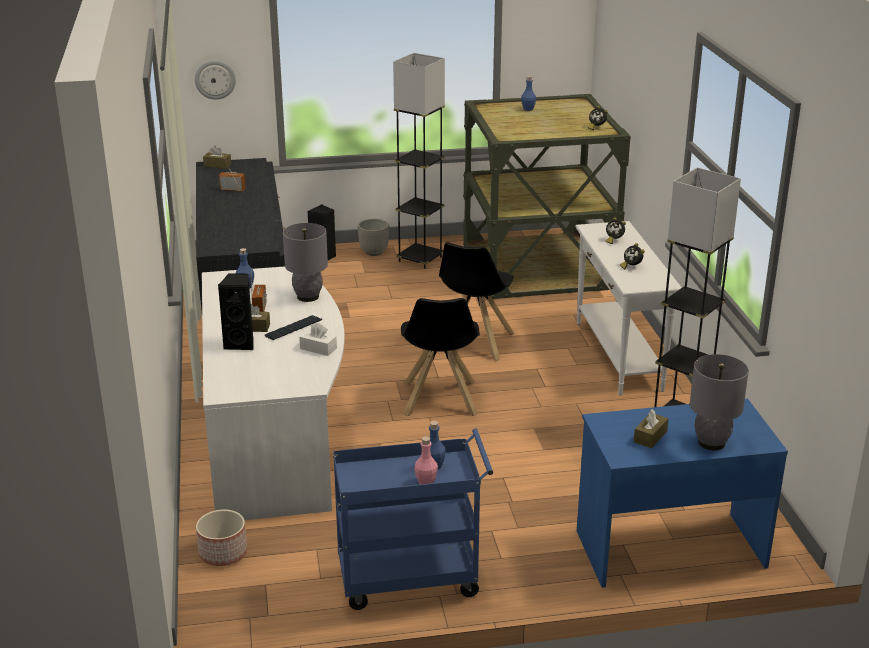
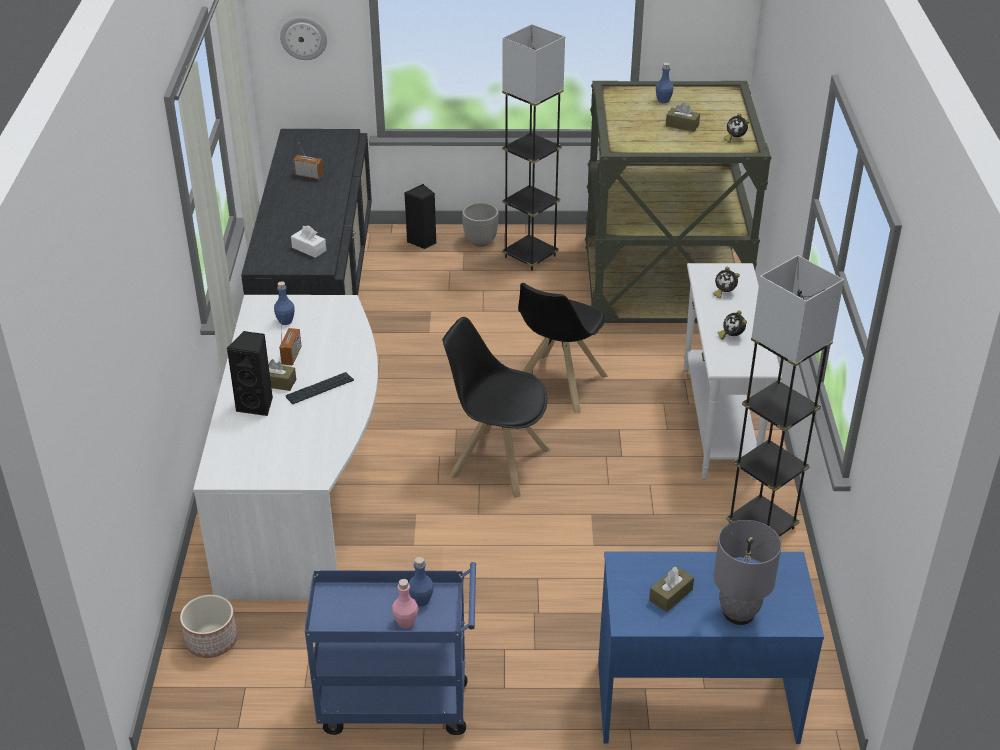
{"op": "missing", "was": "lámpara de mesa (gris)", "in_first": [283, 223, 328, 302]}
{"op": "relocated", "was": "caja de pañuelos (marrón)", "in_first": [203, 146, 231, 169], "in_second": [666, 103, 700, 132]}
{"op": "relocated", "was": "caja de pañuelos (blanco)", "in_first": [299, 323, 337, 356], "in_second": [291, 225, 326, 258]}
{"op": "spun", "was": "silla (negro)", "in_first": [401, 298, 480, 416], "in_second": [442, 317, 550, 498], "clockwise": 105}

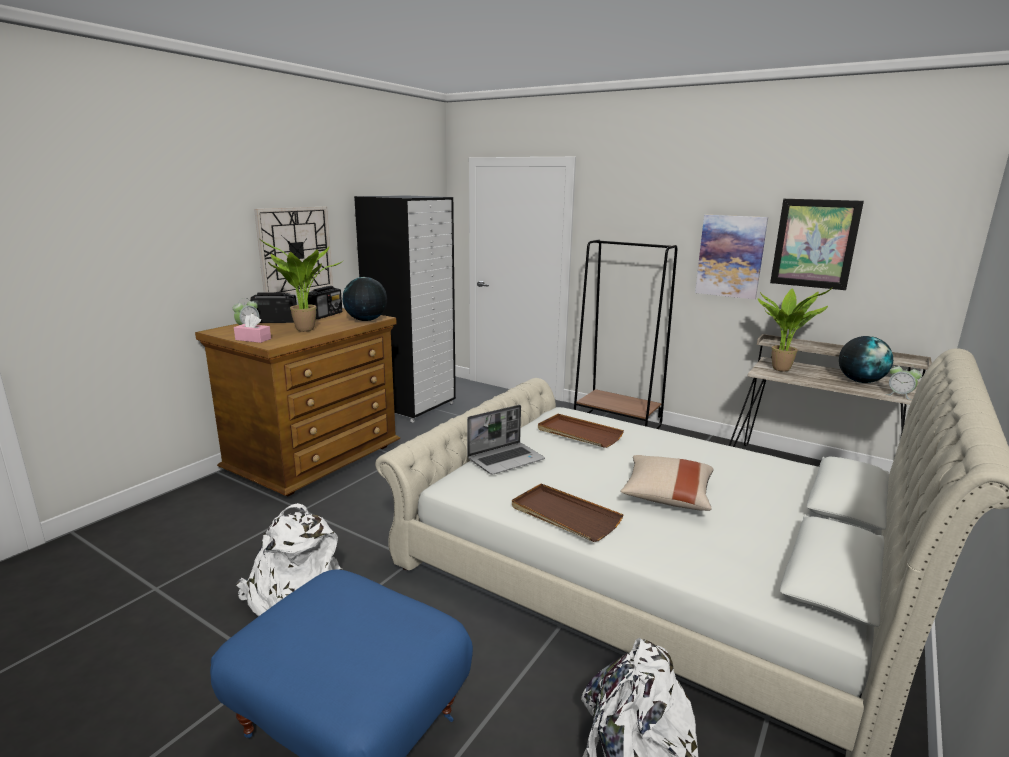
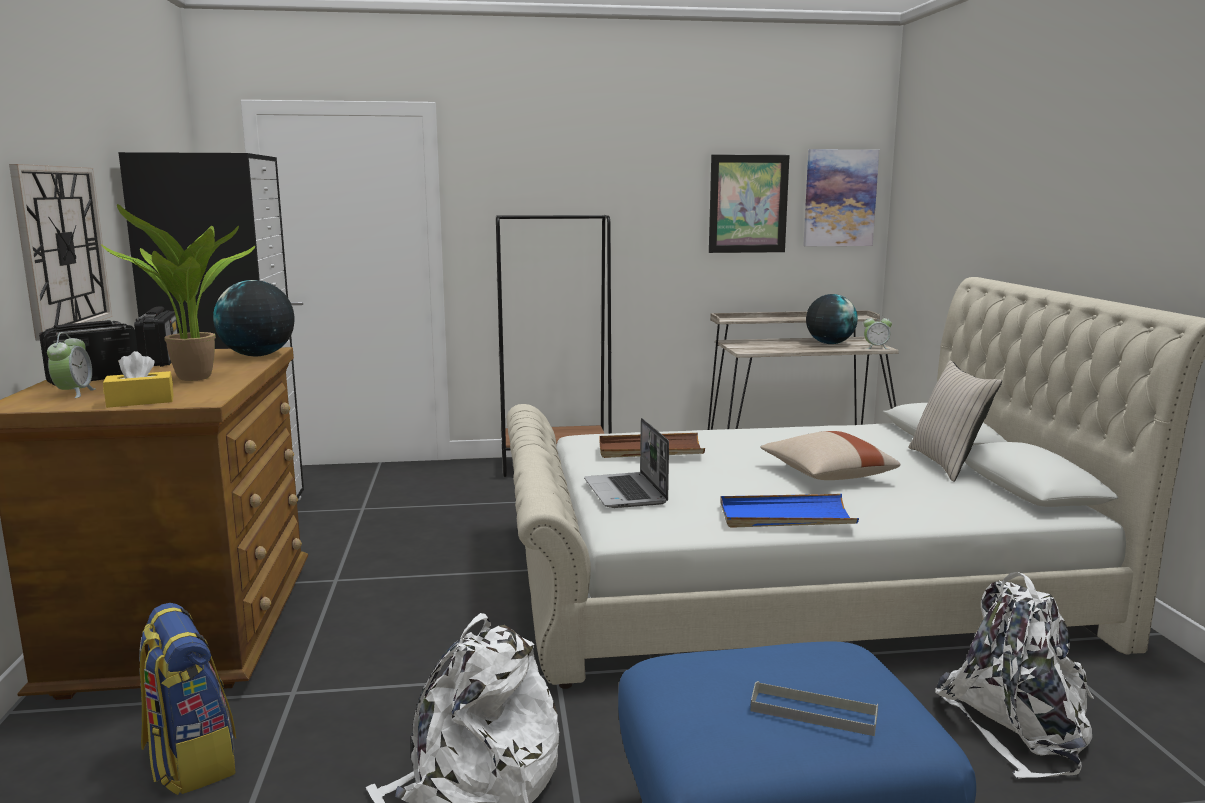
{"op": "missing", "was": "planta en maceta", "in_first": [758, 286, 834, 372]}
{"op": "appeared", "now": "mochila", "in_second": [139, 603, 236, 795]}
{"op": "appeared", "now": "bandeja (gris)", "in_second": [751, 681, 878, 736]}
{"op": "appeared", "now": "cojín (beis)", "in_second": [909, 360, 1002, 482]}
{"op": "relocated", "was": "cuadro", "in_first": [695, 215, 768, 300], "in_second": [803, 149, 879, 246]}
{"op": "colour", "was": "caja de pañuelos (rosa)", "now": "caja de pañuelos (amarillo)", "in_first": [234, 314, 271, 343], "in_second": [103, 351, 174, 408]}
{"op": "colour", "was": "bandeja (marrón)", "now": "bandeja (azul)", "in_first": [512, 484, 624, 542], "in_second": [720, 494, 859, 528]}
{"op": "spun", "was": "portátil", "in_first": [467, 405, 545, 475], "in_second": [584, 418, 669, 508], "clockwise": 150}

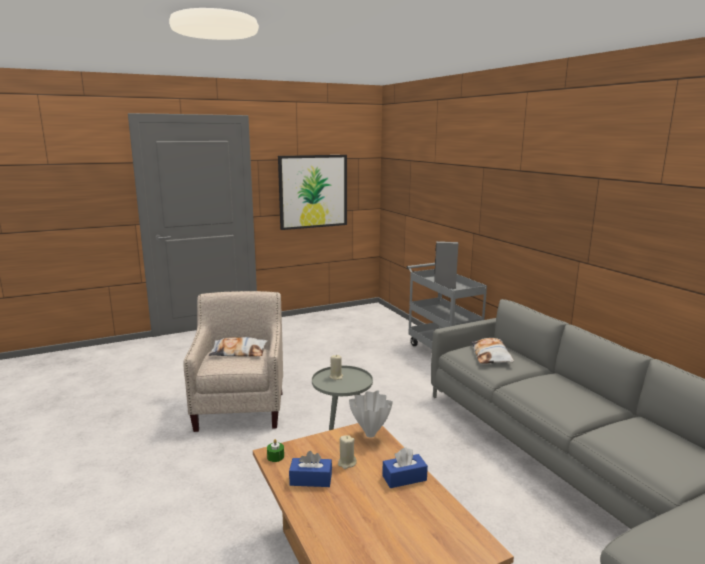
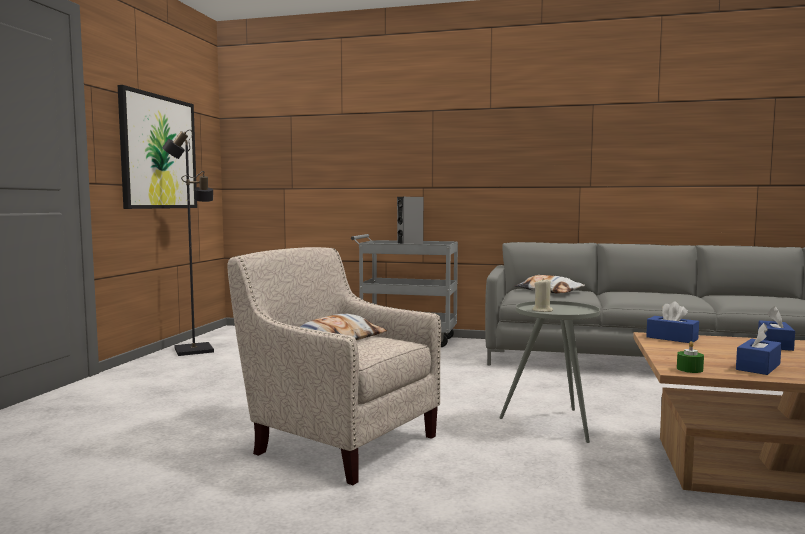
{"op": "missing", "was": "vela (beis)", "in_first": [338, 435, 357, 469]}
{"op": "appeared", "now": "lámpara de pie (negro)", "in_second": [162, 130, 214, 356]}
{"op": "exchanged", "was": "florero (blanco)", "now": "caja de pañuelos (azul)", "in_first": [349, 390, 393, 438], "in_second": [646, 301, 699, 343]}

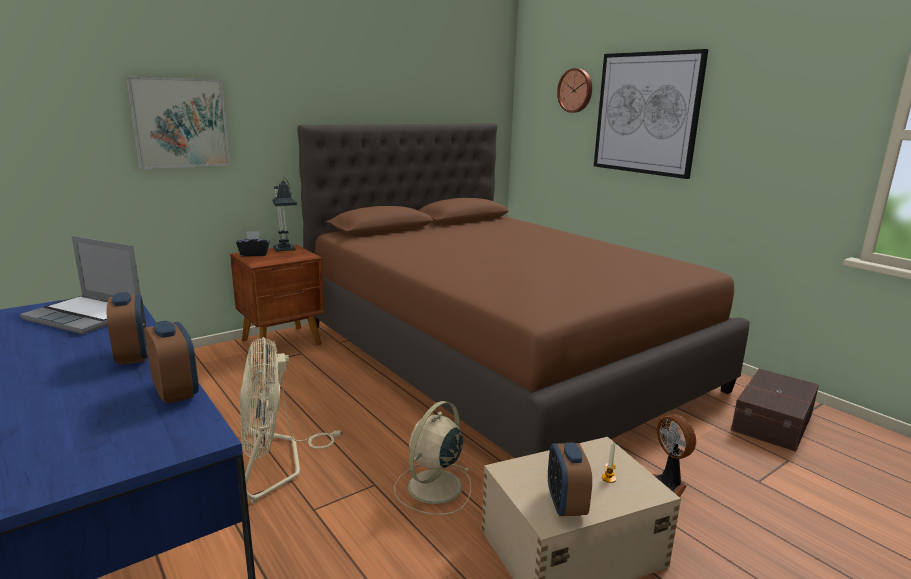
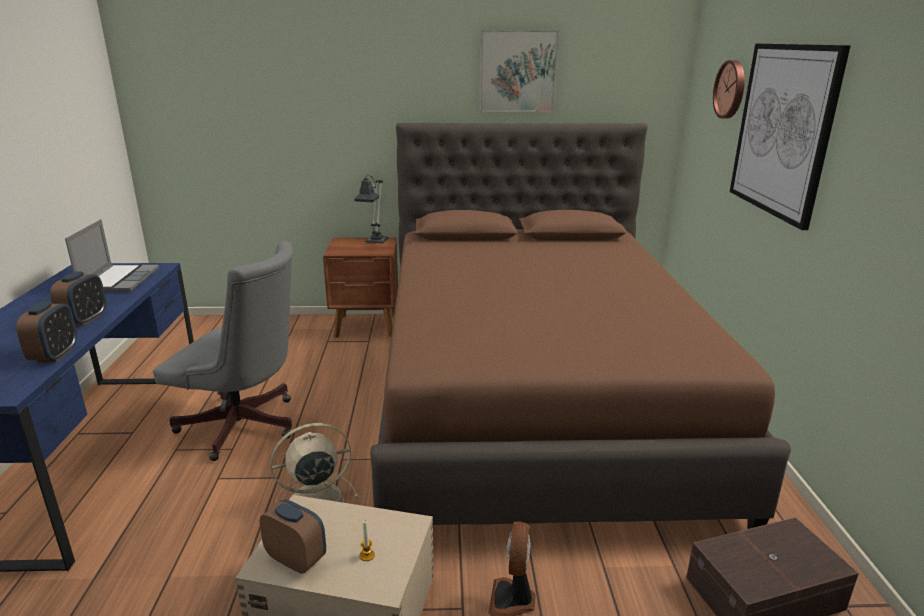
{"op": "missing", "was": "caja de pañuelos (negro)", "in_first": [236, 231, 270, 256]}
{"op": "relocated", "was": "cuadro", "in_first": [126, 77, 230, 169], "in_second": [479, 30, 559, 112]}
{"op": "exchanged", "was": "ventilador (beis)", "now": "silla de oficina (gris)", "in_first": [240, 337, 343, 504], "in_second": [153, 241, 293, 461]}
{"op": "spun", "was": "portátil", "in_first": [20, 236, 141, 334], "in_second": [65, 219, 159, 292], "clockwise": -150}
{"op": "spun", "was": "despertador", "in_first": [548, 442, 592, 516], "in_second": [260, 499, 326, 574], "clockwise": 90}

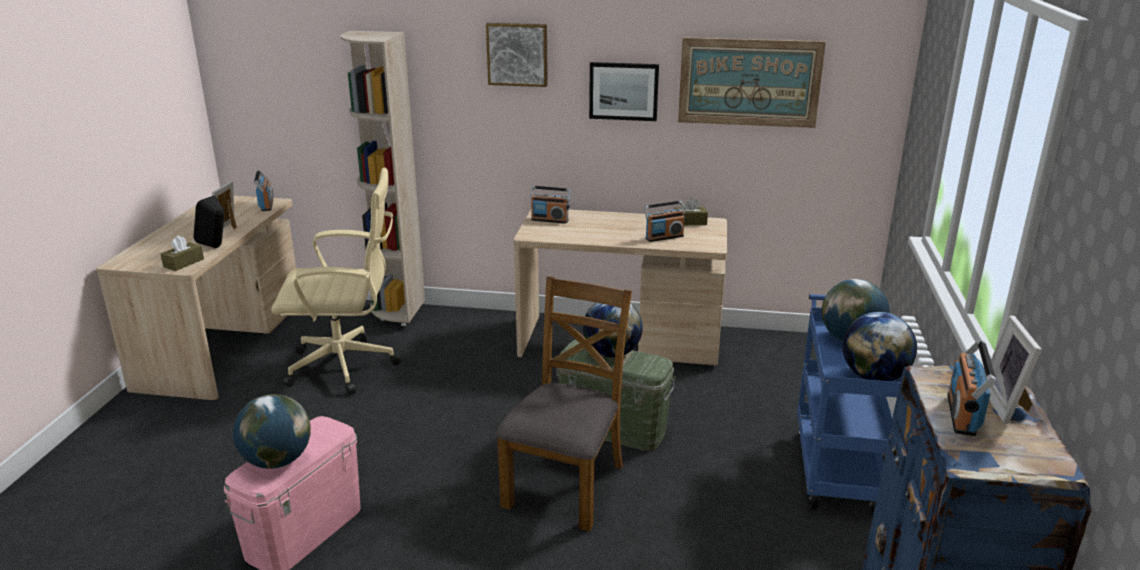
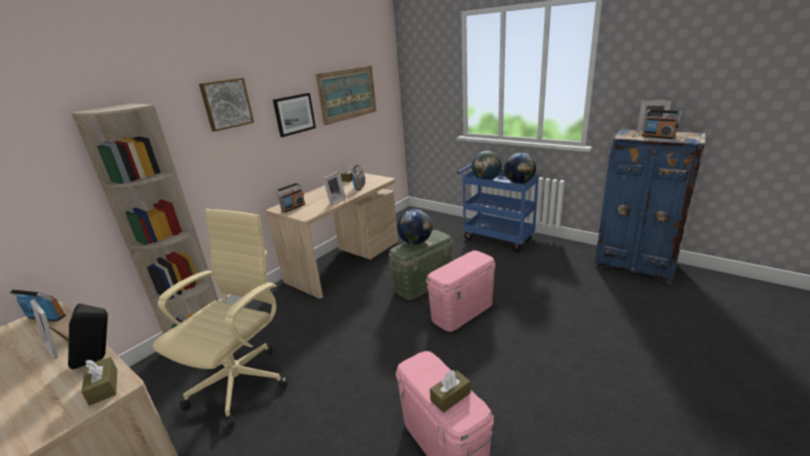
{"op": "appeared", "now": "portarretratos", "in_second": [323, 171, 346, 206]}
{"op": "exchanged", "was": "globo terráqueo", "now": "caja de pañuelos (marrón)", "in_first": [233, 394, 311, 469], "in_second": [430, 370, 471, 413]}
{"op": "exchanged", "was": "silla (marrón)", "now": "caja de almacenaje (rosa)", "in_first": [496, 276, 632, 532], "in_second": [426, 250, 495, 332]}

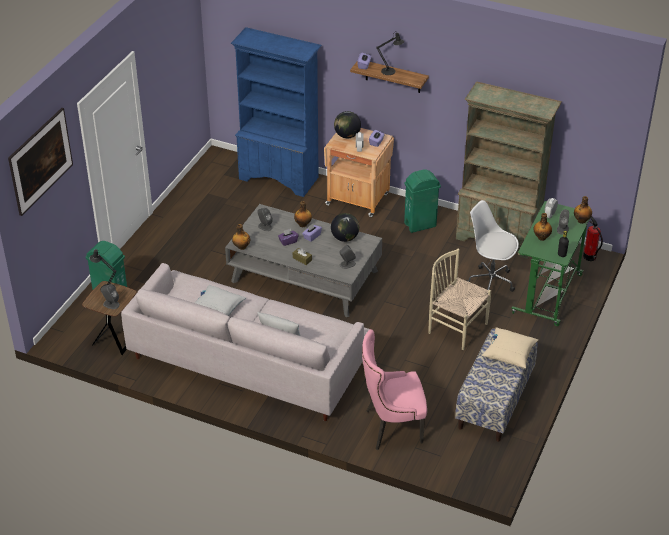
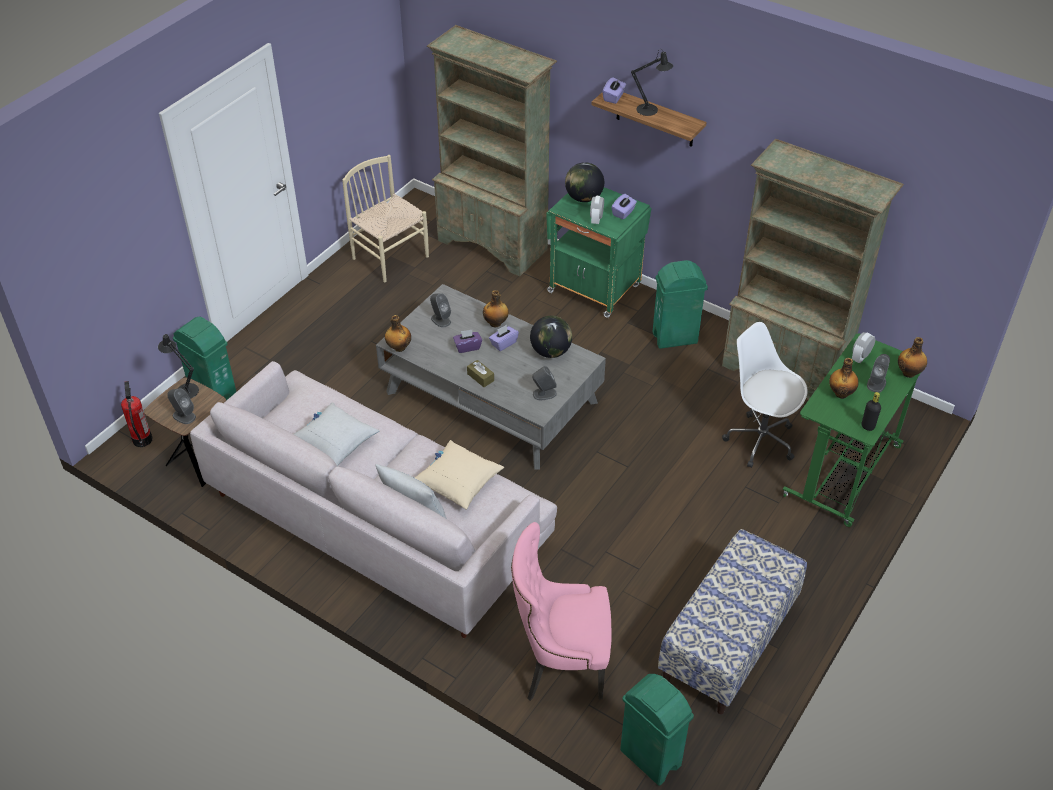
{"op": "missing", "was": "cuadro", "in_first": [8, 108, 73, 216]}
{"op": "appeared", "now": "papelera (verde)", "in_second": [620, 674, 694, 786]}
{"op": "relocated", "was": "silla (beis)", "in_first": [428, 249, 491, 350], "in_second": [342, 155, 429, 283]}
{"op": "relocated", "was": "cojín (beis)", "in_first": [482, 327, 538, 368], "in_second": [414, 440, 504, 510]}
{"op": "relocated", "was": "extintor", "in_first": [583, 216, 603, 261], "in_second": [121, 381, 153, 448]}
{"op": "colour", "was": "estantería (azul)", "now": "estantería (verde)", "in_first": [230, 27, 322, 197], "in_second": [427, 25, 557, 277]}
{"op": "colour", "was": "carrito (marrón)", "now": "carrito (verde)", "in_first": [324, 128, 394, 217], "in_second": [546, 187, 651, 318]}

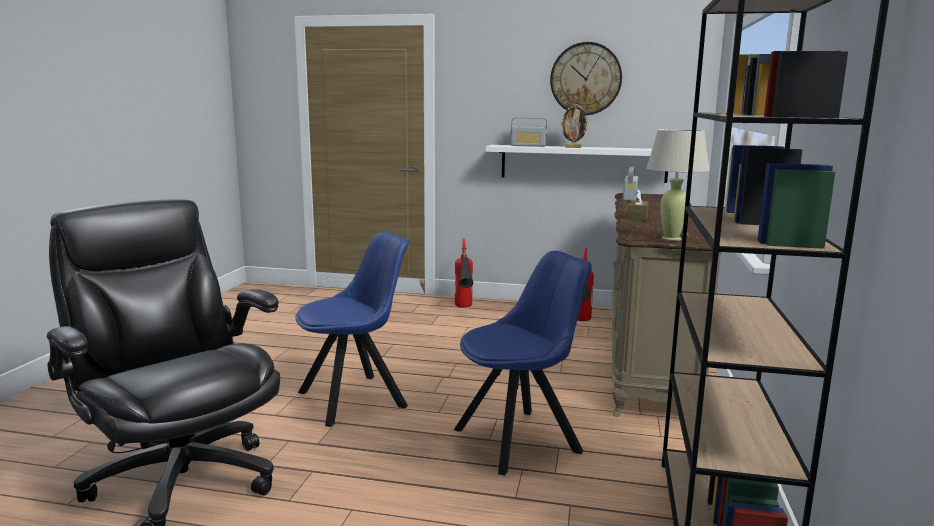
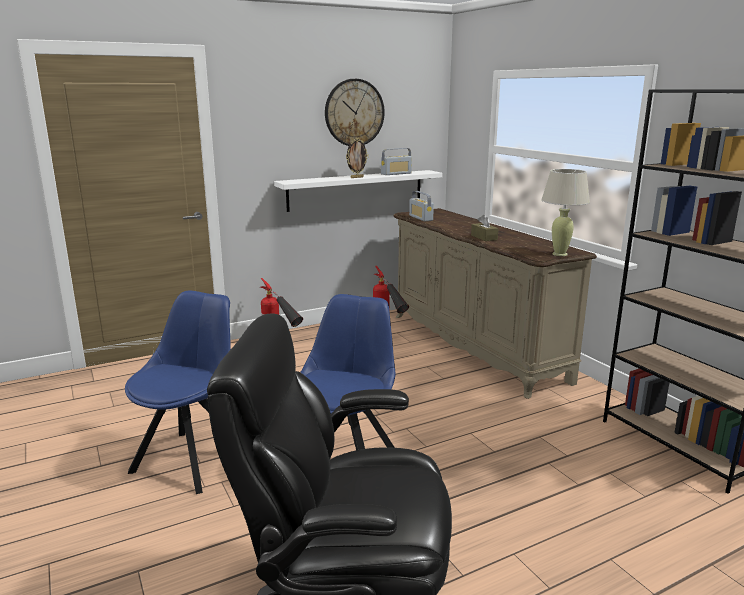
{"op": "relocated", "was": "silla (azul)", "in_first": [454, 251, 592, 476], "in_second": [125, 290, 230, 494]}
{"op": "relocated", "was": "radio", "in_first": [511, 118, 547, 147], "in_second": [381, 148, 412, 175]}

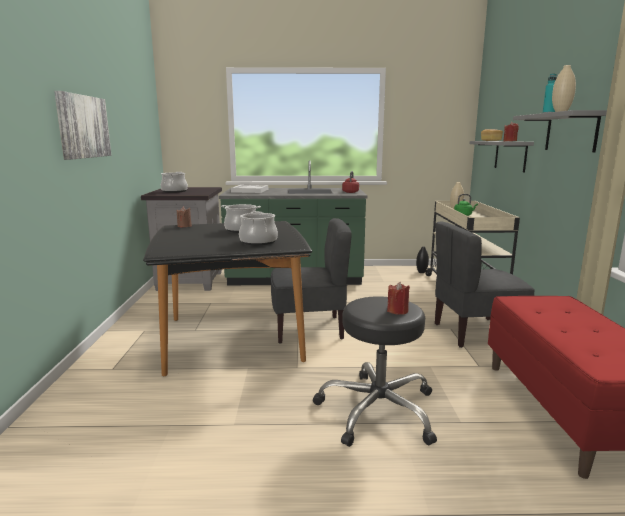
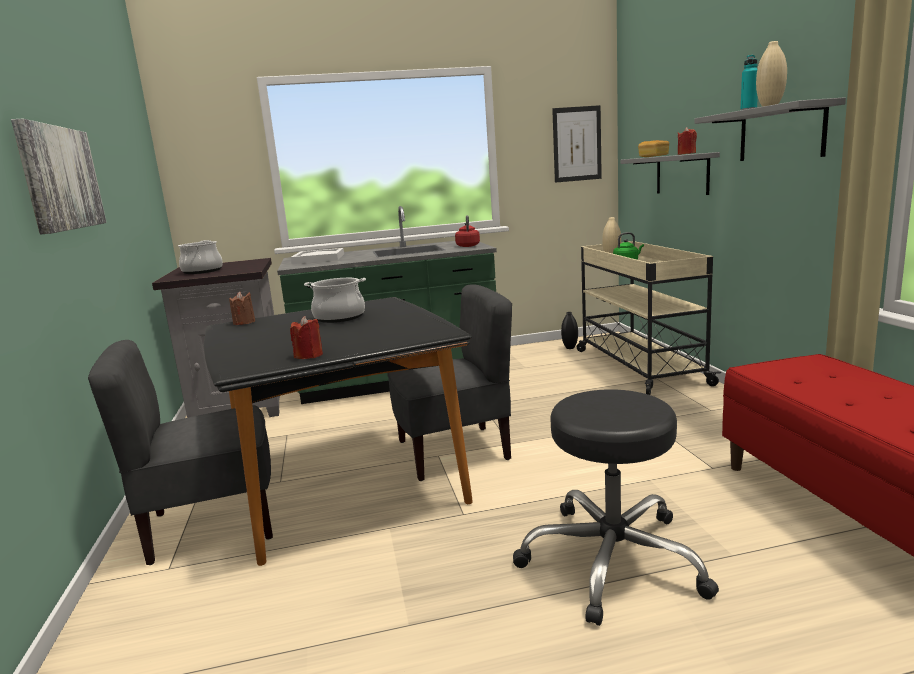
{"op": "missing", "was": "olla", "in_first": [239, 211, 278, 245]}
{"op": "appeared", "now": "cuadro", "in_second": [552, 105, 602, 183]}
{"op": "relocated", "was": "vela (rojo)", "in_first": [387, 282, 410, 315], "in_second": [290, 316, 323, 359]}
{"op": "relocated", "was": "silla (gris)", "in_first": [435, 222, 535, 348], "in_second": [88, 340, 273, 565]}

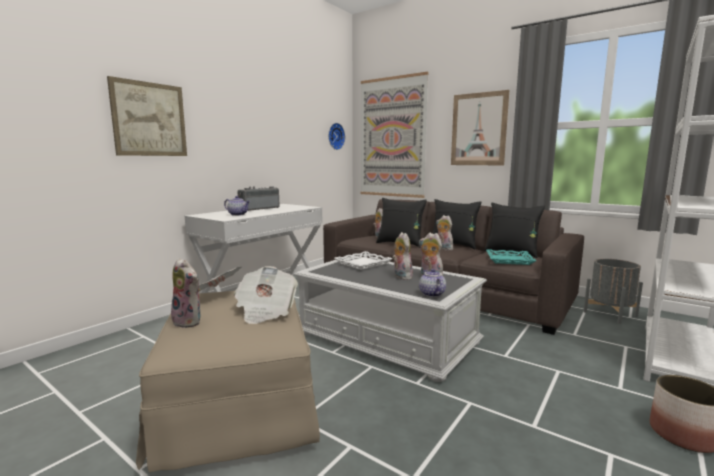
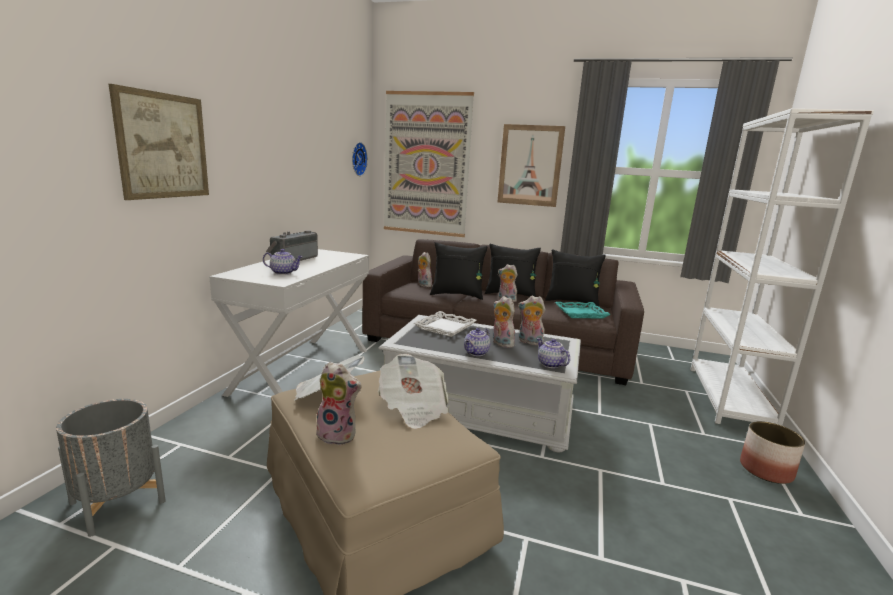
{"op": "appeared", "now": "tetera", "in_second": [464, 328, 490, 356]}
{"op": "relocated", "was": "maceta (gris)", "in_first": [583, 259, 643, 324], "in_second": [56, 399, 166, 537]}

